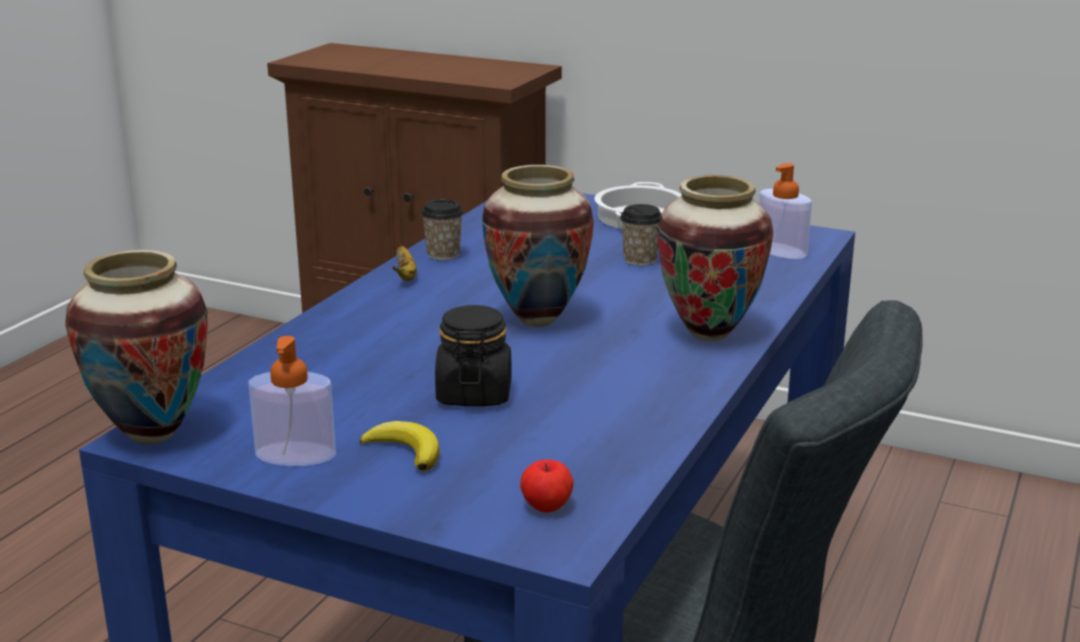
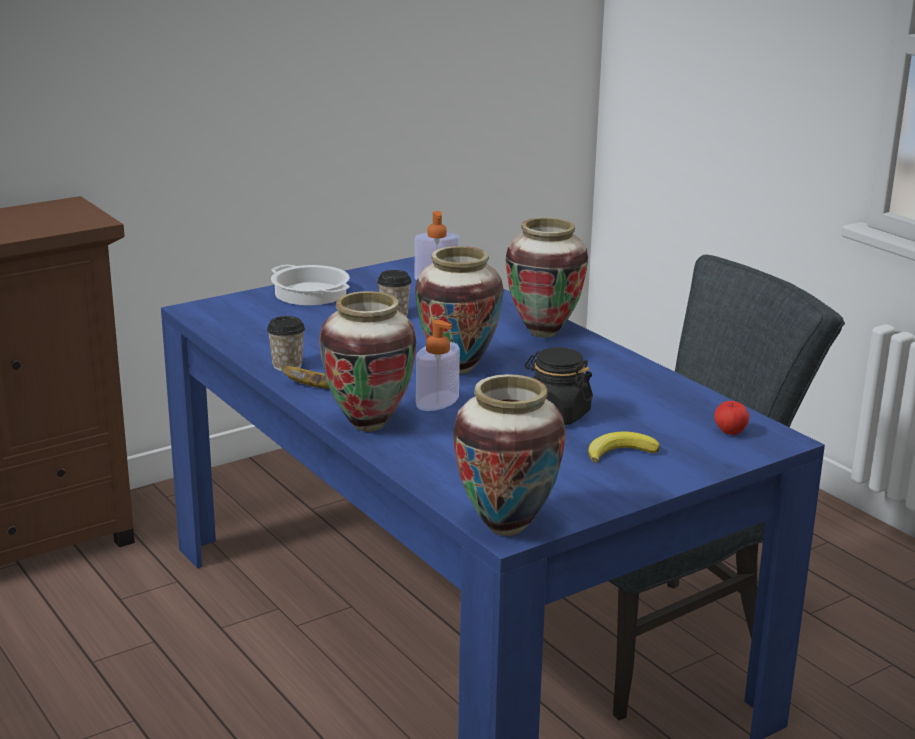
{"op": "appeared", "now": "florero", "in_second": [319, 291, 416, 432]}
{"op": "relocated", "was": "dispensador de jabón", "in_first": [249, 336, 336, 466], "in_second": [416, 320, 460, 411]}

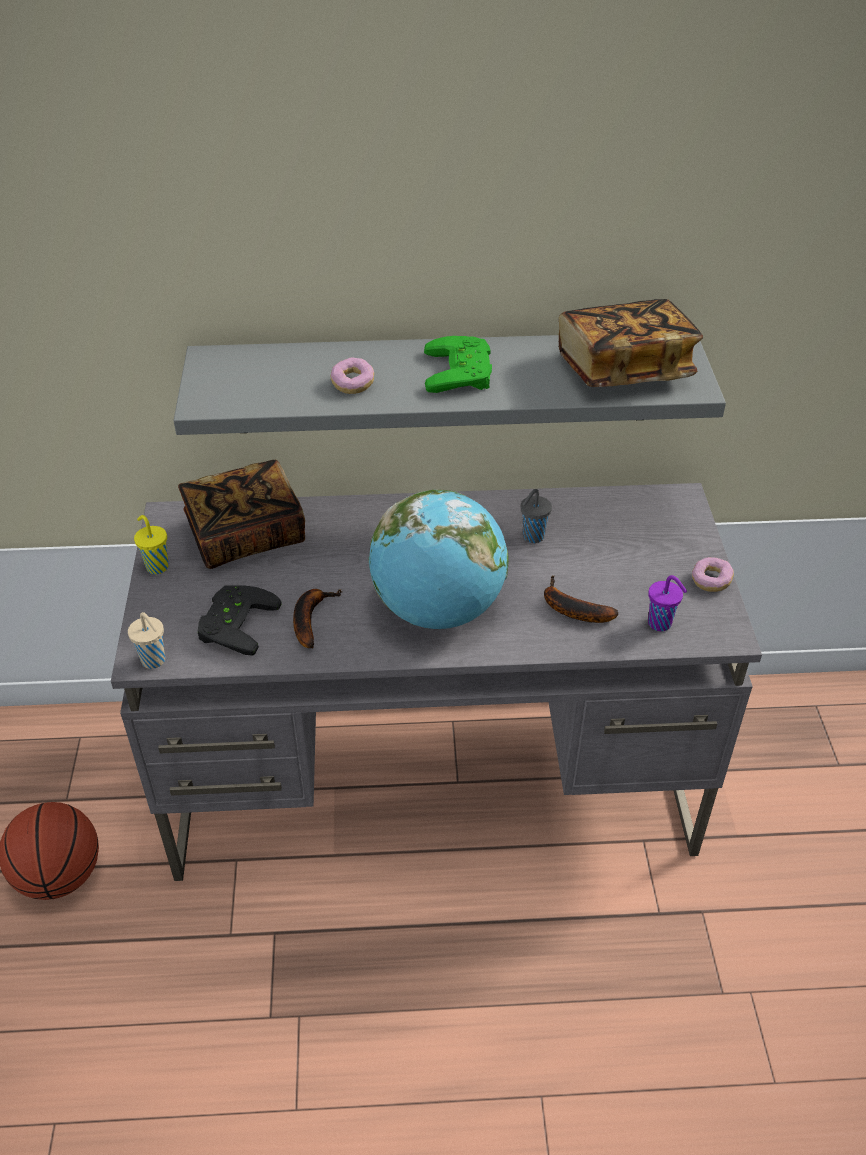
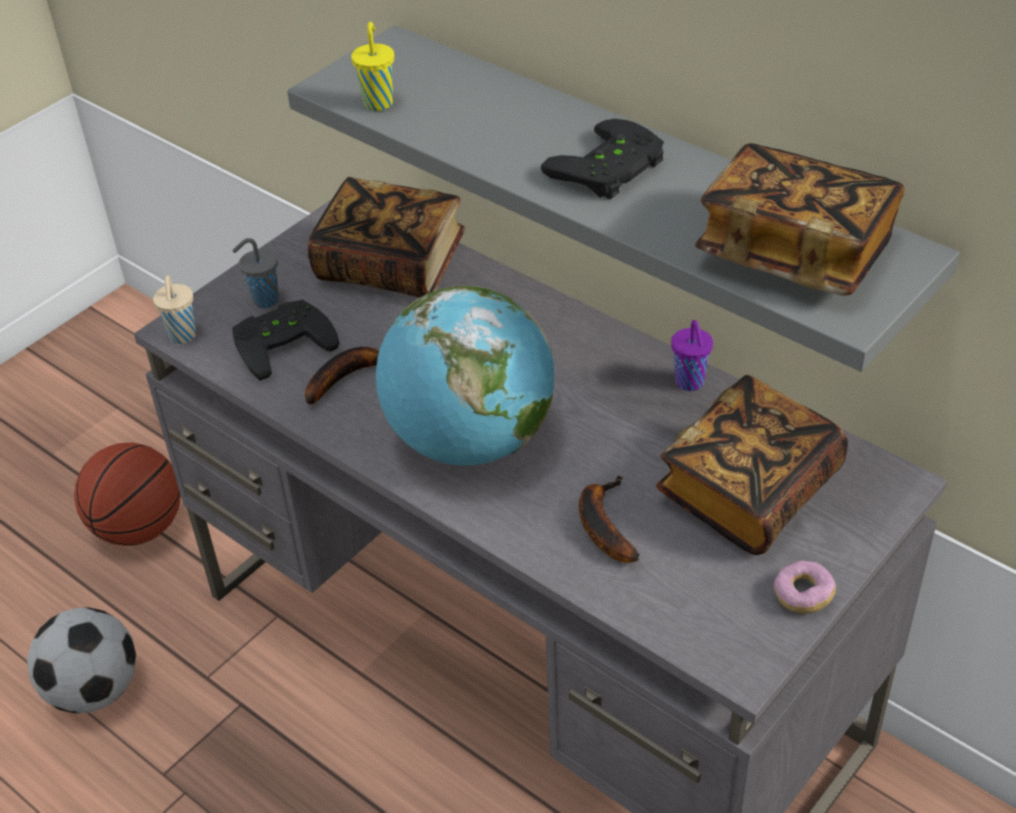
{"op": "missing", "was": "rosquilla", "in_first": [331, 357, 374, 394]}
{"op": "appeared", "now": "balón de fútbol", "in_second": [27, 607, 136, 713]}
{"op": "appeared", "now": "libro", "in_second": [656, 375, 848, 555]}
{"op": "relocated", "was": "taza (amarillo)", "in_first": [134, 515, 169, 574], "in_second": [351, 22, 394, 111]}
{"op": "relocated", "was": "taza (gris)", "in_first": [521, 489, 552, 543], "in_second": [233, 238, 279, 308]}
{"op": "relocated", "was": "taza (morado)", "in_first": [648, 575, 687, 631], "in_second": [671, 320, 713, 391]}
{"op": "colour", "was": "mando de consola (verde)", "now": "mando de consola (negro)", "in_first": [424, 336, 492, 393], "in_second": [541, 119, 664, 199]}

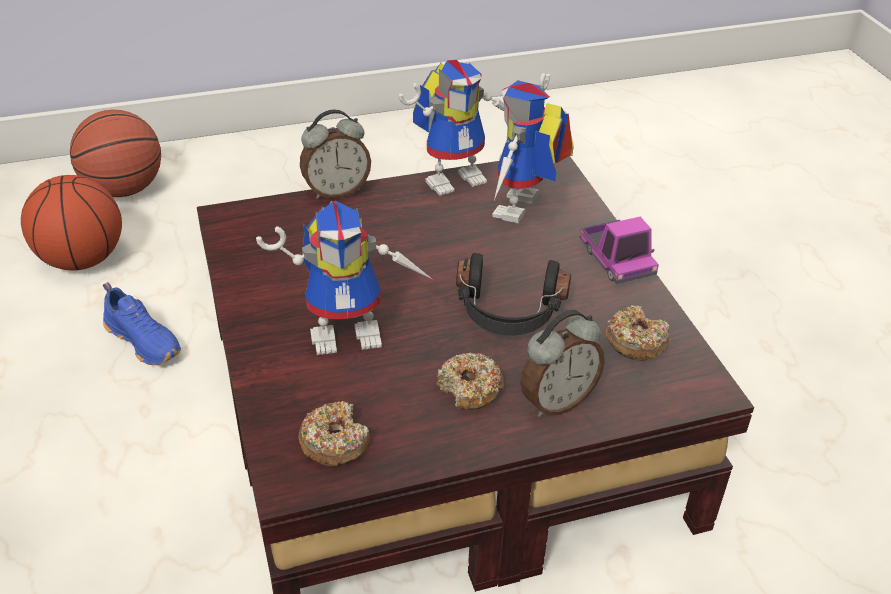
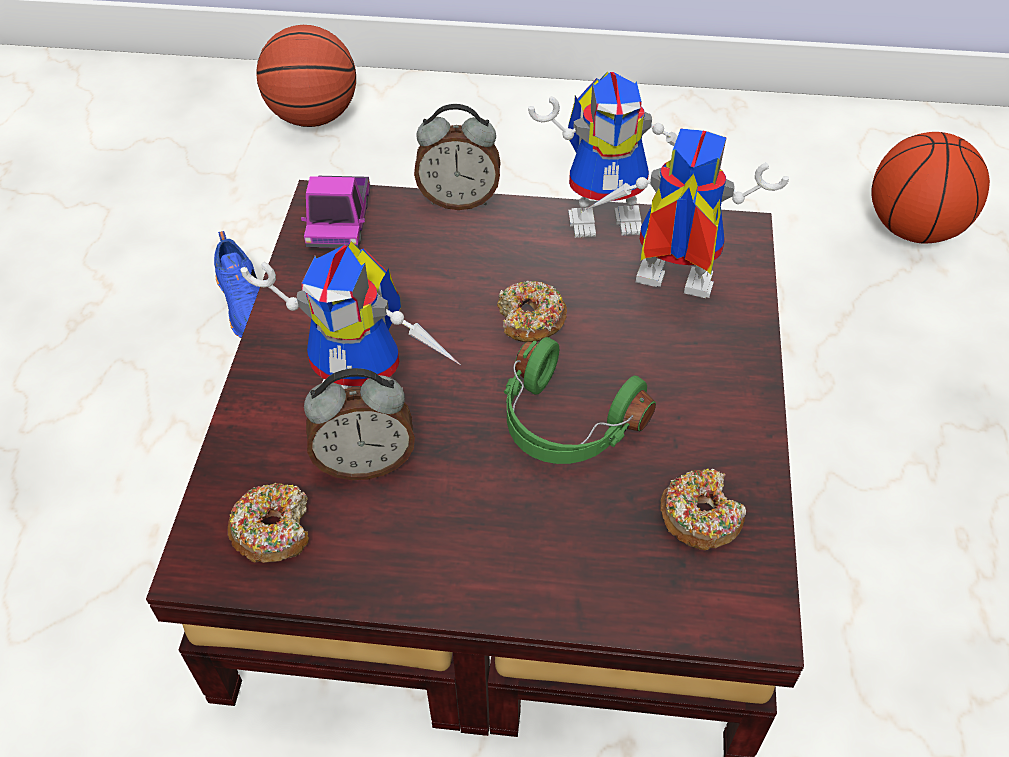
{"op": "relocated", "was": "balón de baloncesto", "in_first": [21, 175, 122, 270], "in_second": [871, 132, 990, 244]}
{"op": "relocated", "was": "rosquilla", "in_first": [437, 352, 504, 410], "in_second": [497, 281, 567, 342]}
{"op": "relocated", "was": "despertador", "in_first": [520, 310, 605, 417], "in_second": [304, 368, 415, 480]}
{"op": "relocated", "was": "camión de juguete", "in_first": [580, 217, 659, 284], "in_second": [301, 176, 370, 248]}
{"op": "colour", "was": "auriculares (negro)", "now": "auriculares (verde)", "in_first": [456, 253, 571, 335], "in_second": [504, 337, 656, 464]}
{"op": "spun", "was": "robot de juguete", "in_first": [492, 73, 574, 224], "in_second": [585, 129, 789, 298], "clockwise": 60}

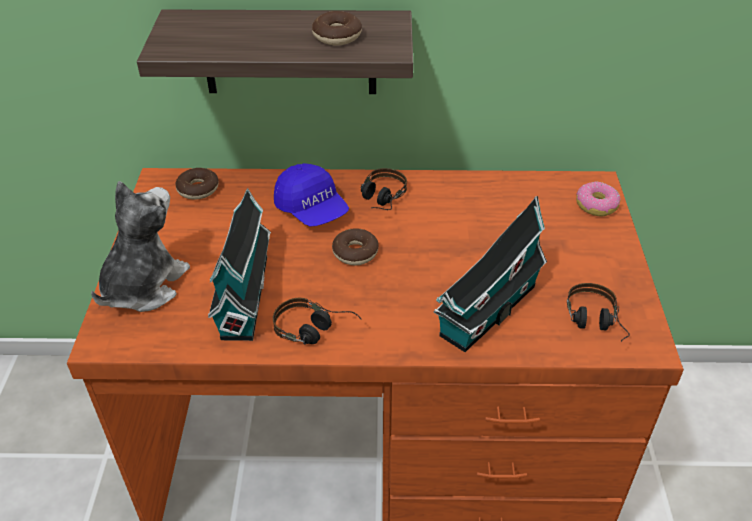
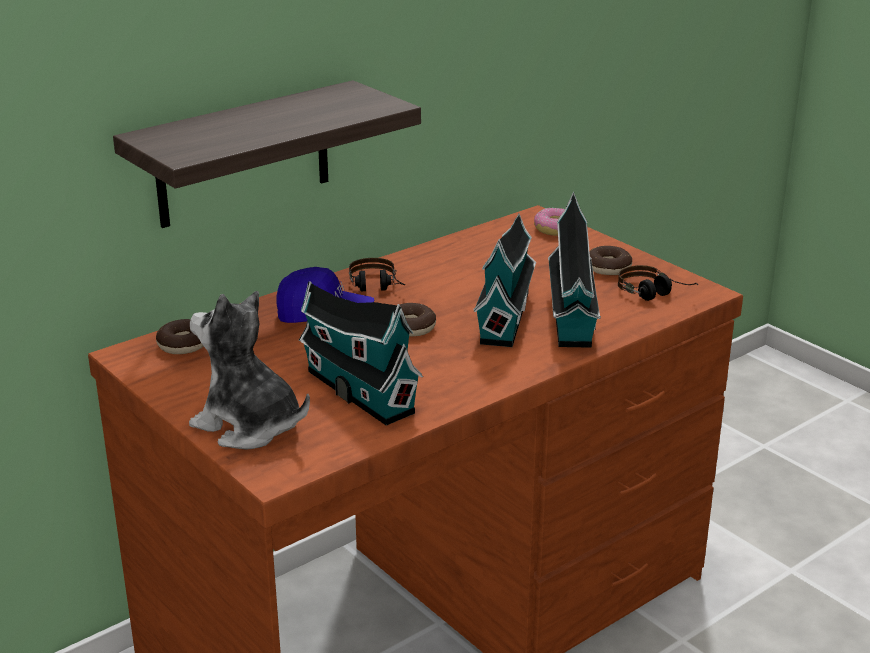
{"op": "missing", "was": "auriculares", "in_first": [273, 298, 362, 345]}
{"op": "appeared", "now": "casita", "in_second": [473, 214, 536, 347]}
{"op": "relocated", "was": "rosquilla", "in_first": [312, 11, 362, 46], "in_second": [589, 246, 632, 275]}
{"op": "spun", "was": "peluche", "in_first": [91, 181, 190, 312], "in_second": [189, 291, 310, 450], "clockwise": -45}

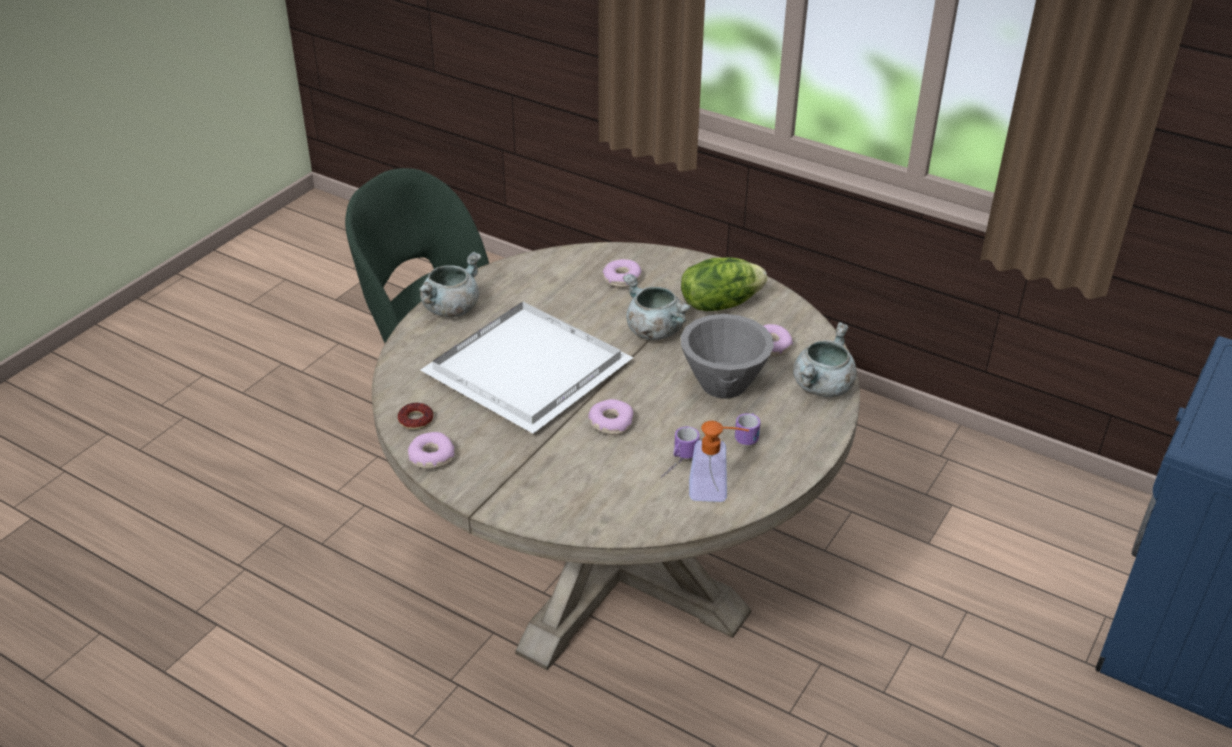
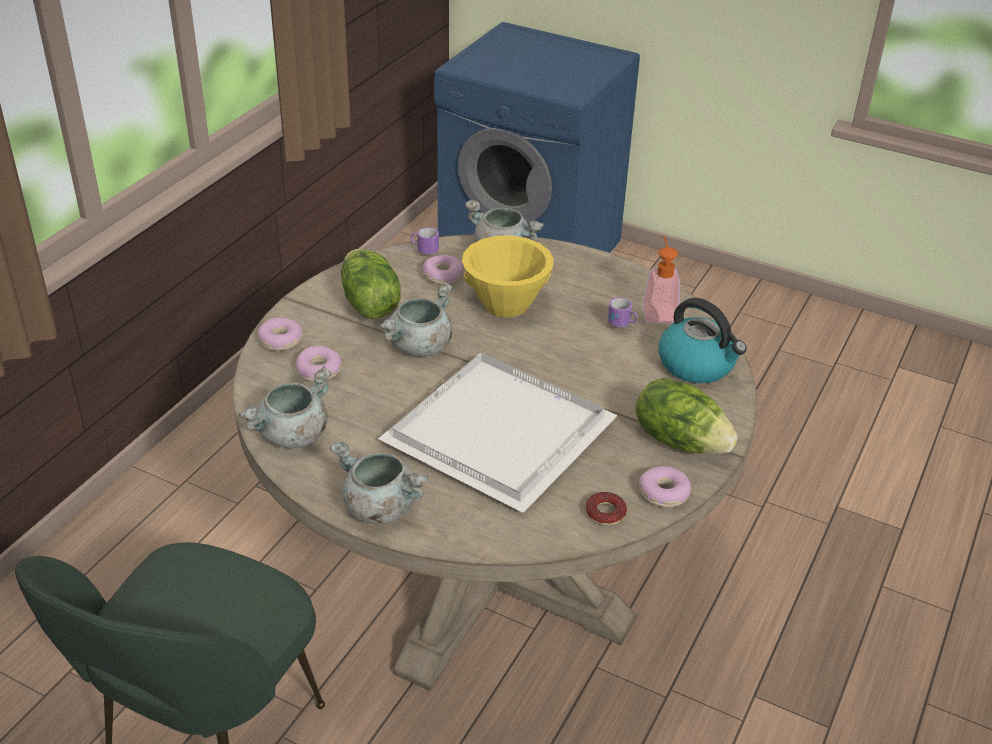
{"op": "appeared", "now": "olla (gris)", "in_second": [239, 366, 331, 448]}
{"op": "appeared", "now": "lechuga", "in_second": [635, 378, 738, 454]}
{"op": "appeared", "now": "hervidor", "in_second": [659, 298, 747, 383]}
{"op": "relocated", "was": "rosquilla", "in_first": [588, 399, 633, 435], "in_second": [258, 318, 303, 351]}
{"op": "relocated", "was": "taza grande", "in_first": [735, 413, 760, 445], "in_second": [394, 227, 439, 255]}
{"op": "colour", "was": "cuenco (gris)", "now": "cuenco (amarillo)", "in_first": [681, 314, 774, 399], "in_second": [462, 236, 554, 317]}

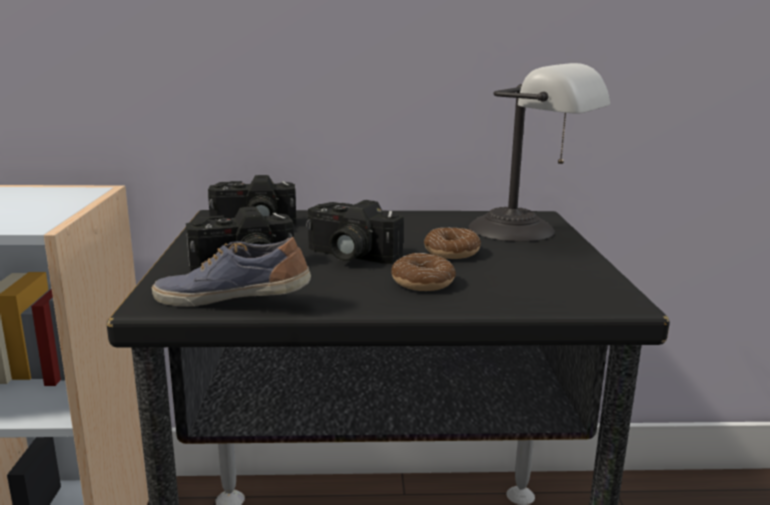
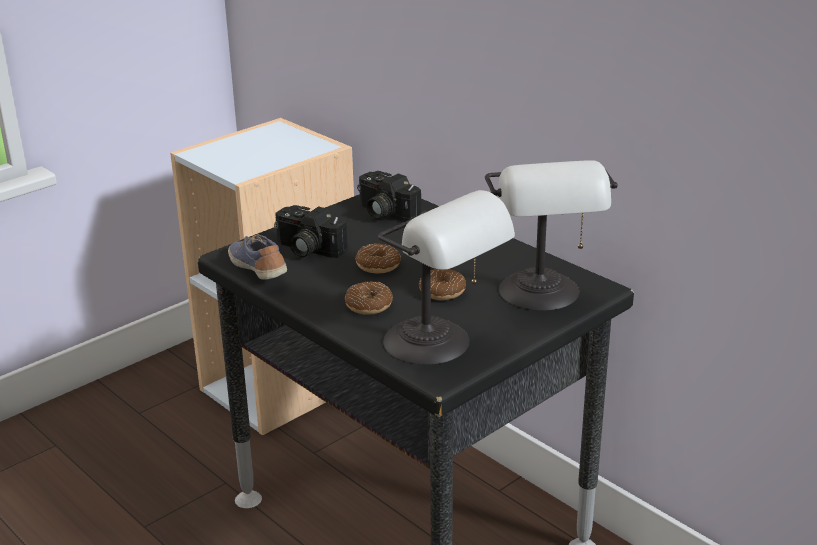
{"op": "appeared", "now": "lámpara de mesa", "in_second": [378, 190, 515, 365]}
{"op": "exchanged", "was": "cámara", "now": "rosquilla", "in_first": [306, 200, 404, 264], "in_second": [356, 244, 401, 274]}

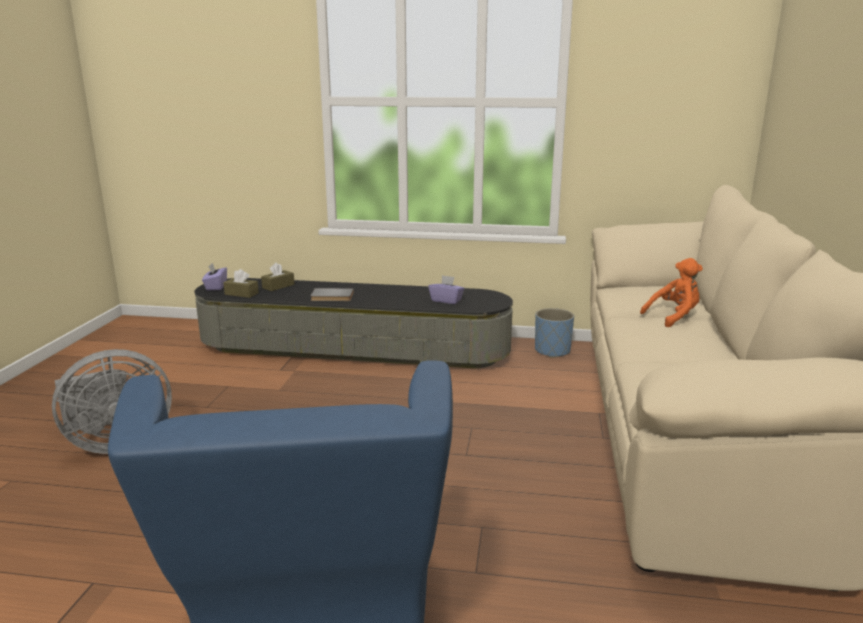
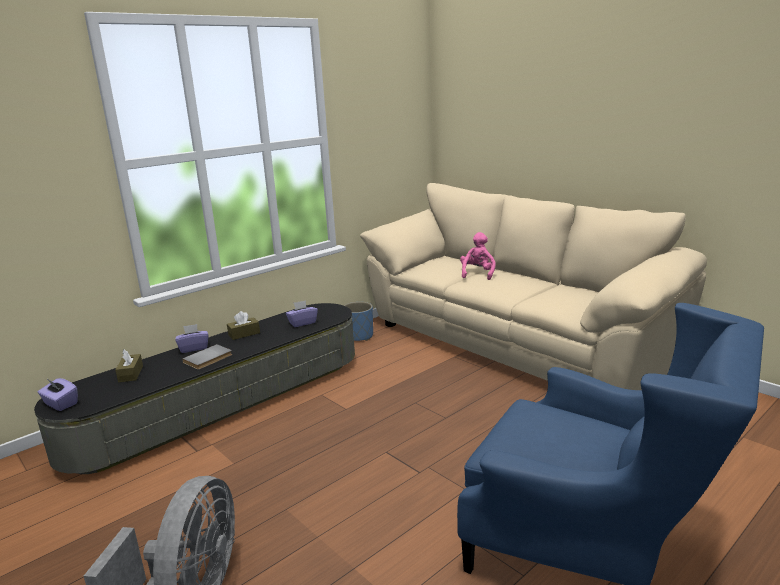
{"op": "appeared", "now": "caja de pañuelos (morado)", "in_second": [175, 324, 208, 353]}
{"op": "relocated", "was": "caja de pañuelos (marrón)", "in_first": [223, 269, 259, 298], "in_second": [227, 311, 260, 340]}
{"op": "colour", "was": "peluche (naranja)", "now": "peluche (rosa)", "in_first": [640, 258, 703, 327], "in_second": [460, 232, 496, 280]}

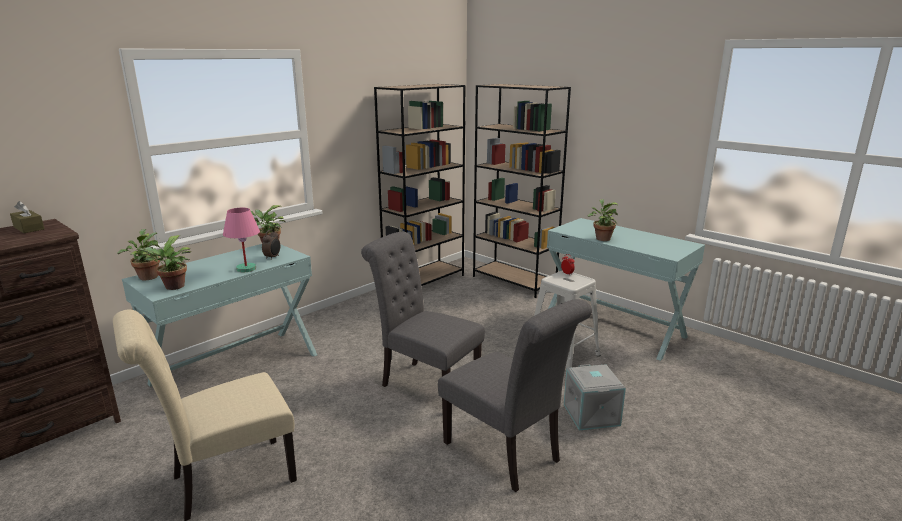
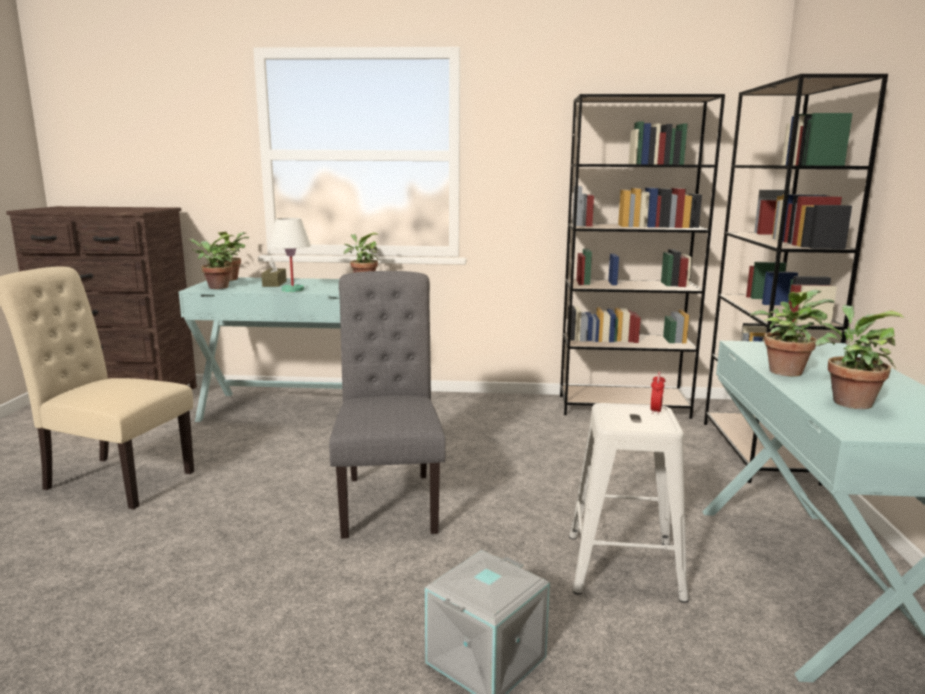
{"op": "missing", "was": "despertador", "in_first": [262, 229, 280, 260]}
{"op": "missing", "was": "silla (gris)", "in_first": [438, 299, 592, 492]}
{"op": "appeared", "now": "planta en maceta", "in_second": [815, 305, 905, 409]}
{"op": "relocated", "was": "caja de pañuelos (marrón)", "in_first": [10, 201, 44, 233], "in_second": [261, 258, 287, 287]}
{"op": "colour", "was": "lámpara de mesa (rosa)", "now": "lámpara de mesa (blanco)", "in_first": [223, 208, 260, 272], "in_second": [269, 218, 311, 292]}

